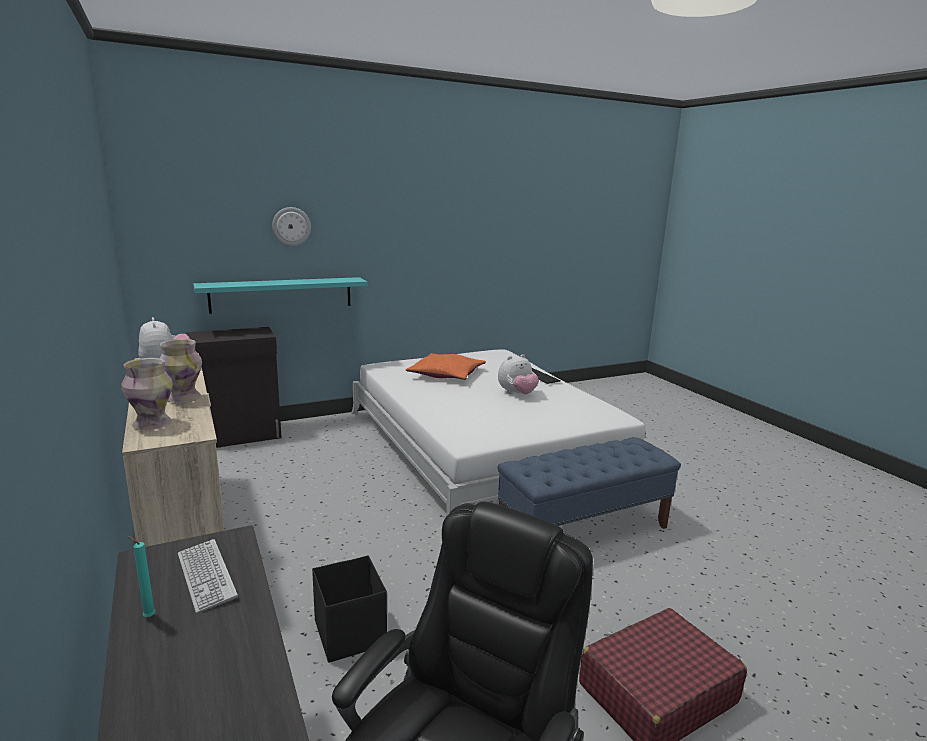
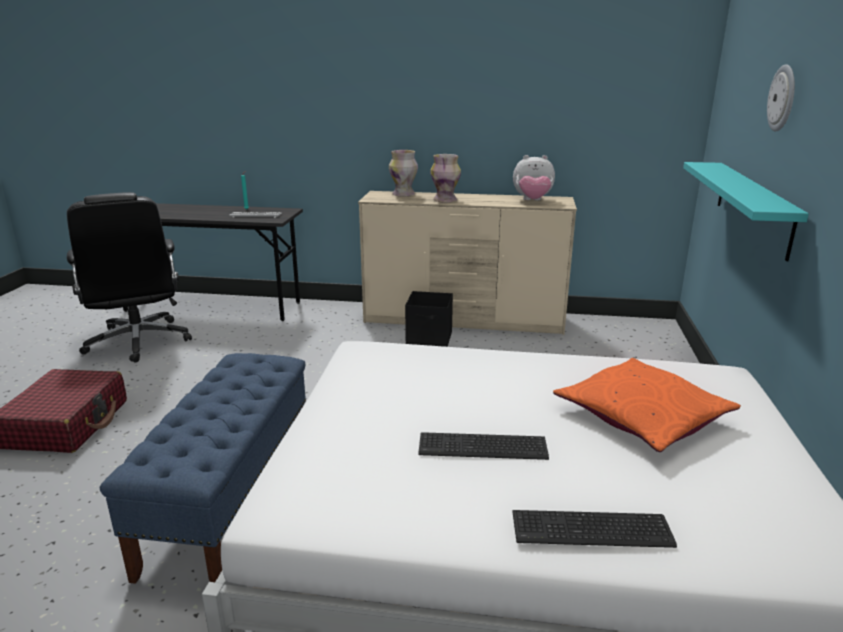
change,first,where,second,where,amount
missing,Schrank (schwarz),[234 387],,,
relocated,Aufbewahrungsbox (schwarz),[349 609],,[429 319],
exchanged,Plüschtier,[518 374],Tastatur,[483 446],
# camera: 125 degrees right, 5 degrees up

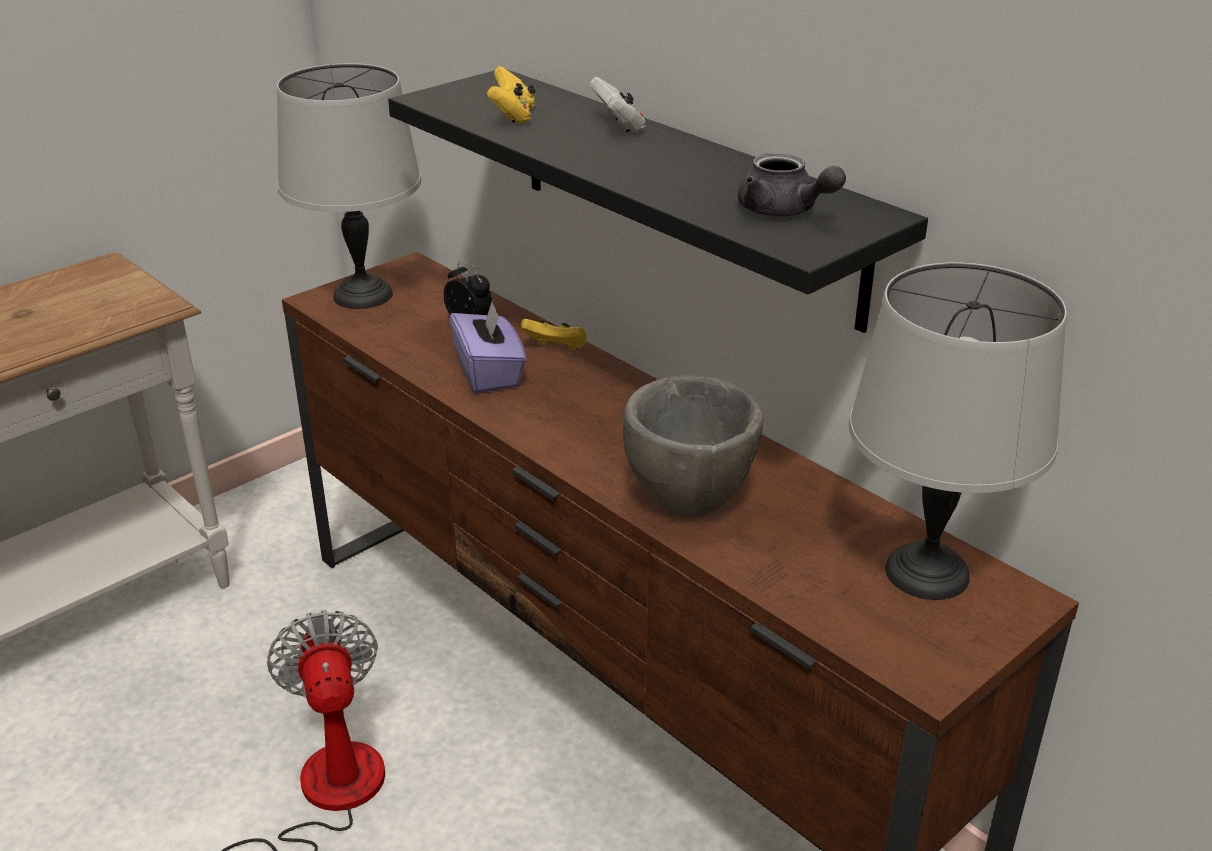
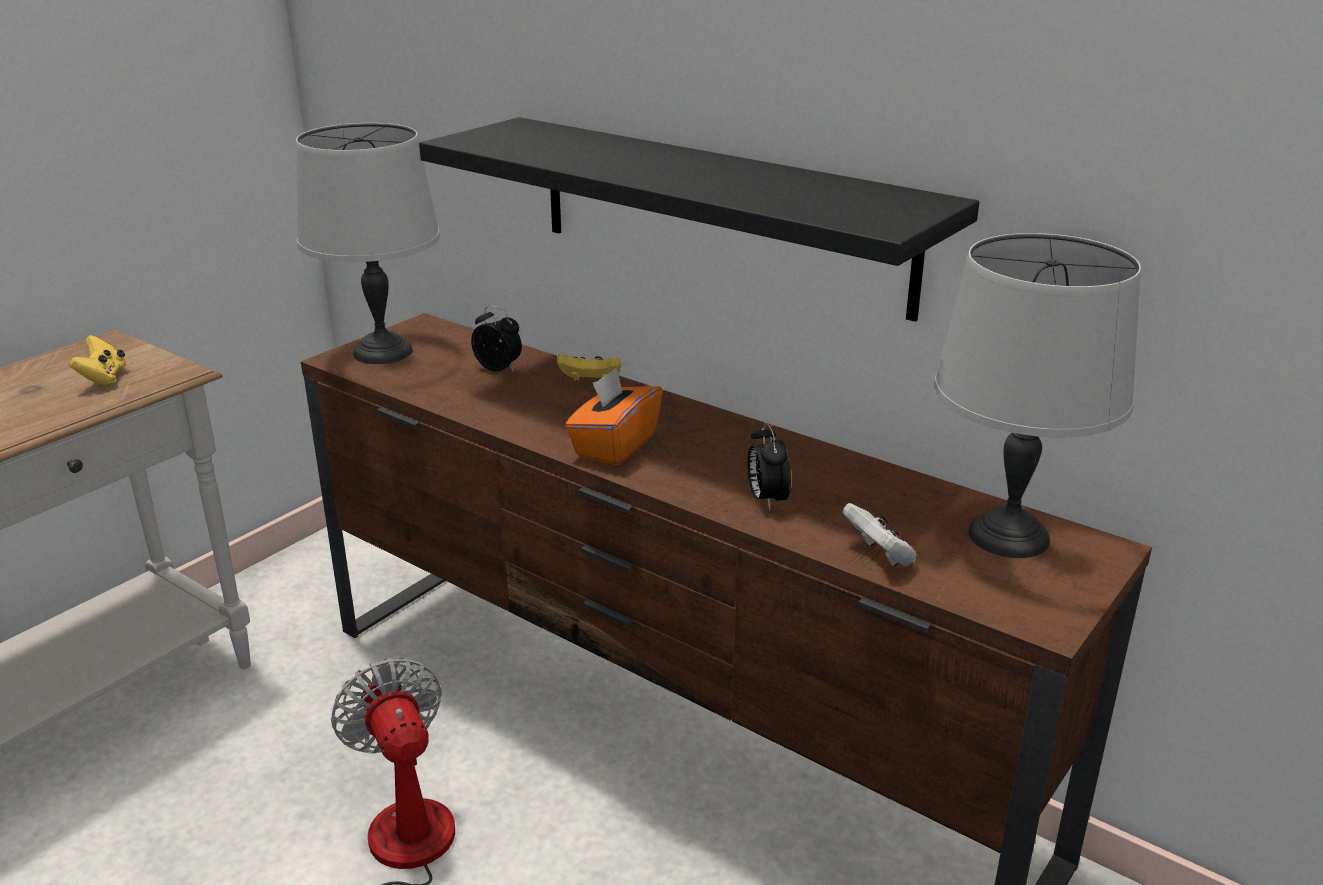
change,first,where,second,where,amount
missing,Taschentuchbox (lila),[487 346],,,
missing,Teekanne (grau),[792 184],,,
appeared,,,Taschentuchbox (orange),[614 416],
relocated,Gamepad (gelb),[511 95],,[97 360],
relocated,Gamepad (weiß),[618 105],,[879 534],
exchanged,Schüssel (grau),[693 446],Wecker,[769 466],
# camera: 10 degrees left, 5 degrees down

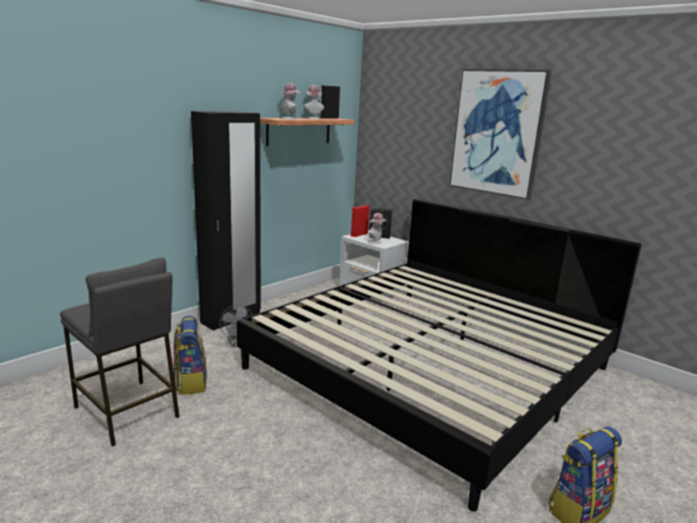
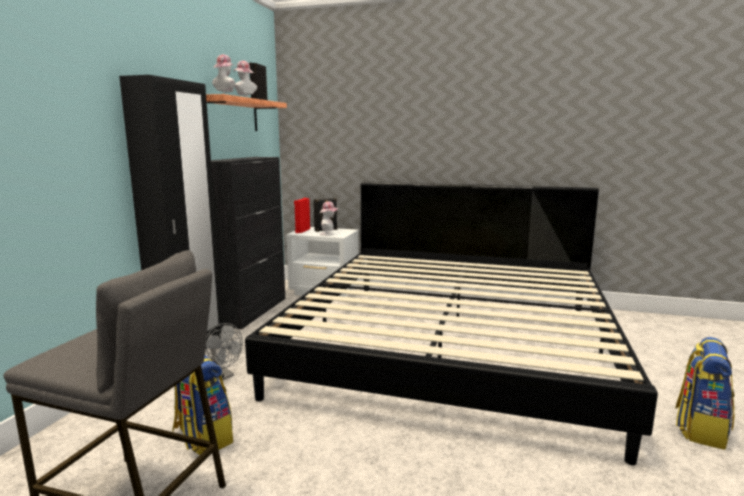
change,first,where,second,where,amount
missing,Bild,[500 134],,,
appeared,,,Schrank (schwarz),[248 243],
# camera: 25 degrees left, 5 degrees down

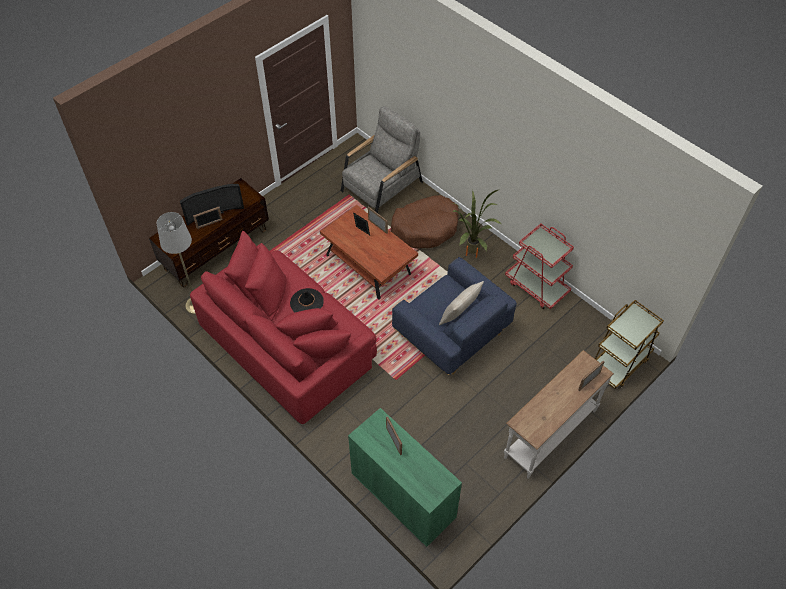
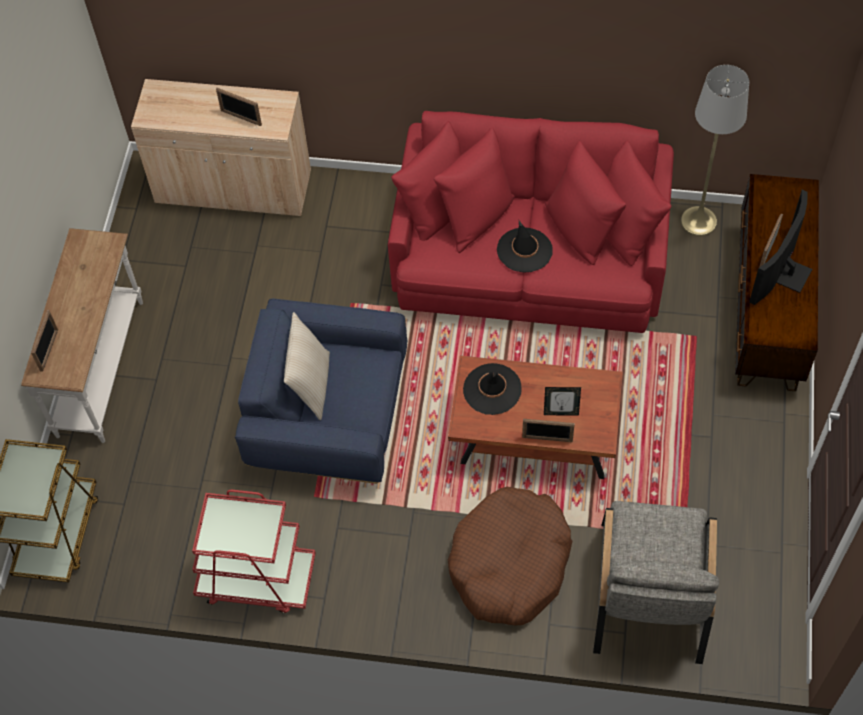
change,first,where,second,where,amount
missing,Topfpflanze,[476 224],,,
appeared,,,Hut (schwarz),[492 389],
colour,Schrank (grün),[405 477],Schrank (beige),[221 147],
# camera: 145 degrees right, 5 degrees up

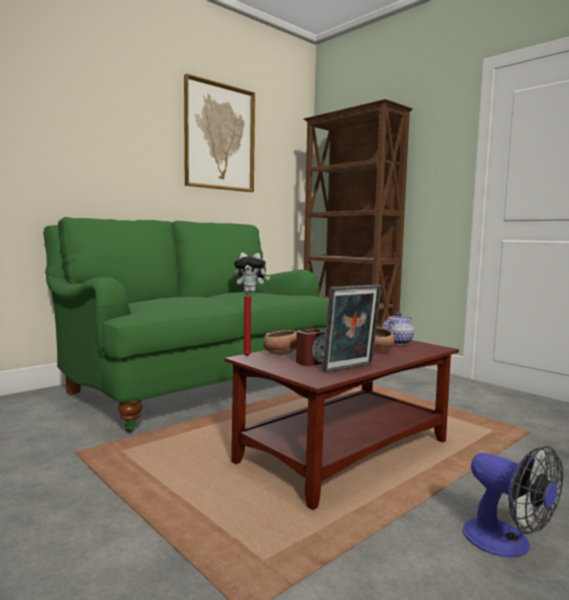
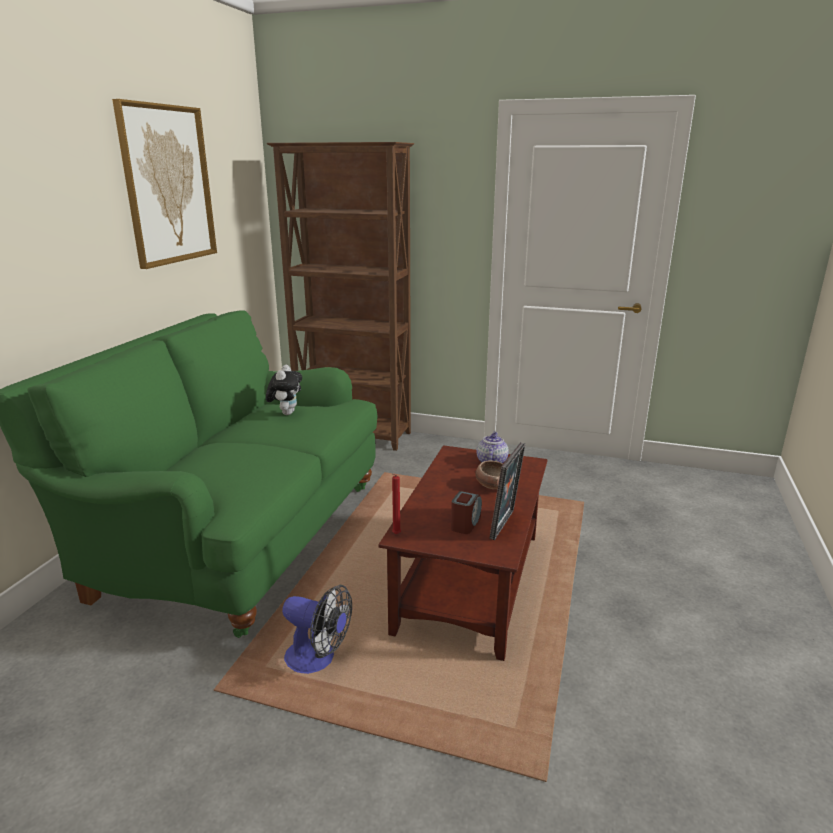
change,first,where,second,where,amount
missing,Schüssel,[280 342],,,
relocated,Ventilator,[513 501],,[317 629],
spun,Plüschtier,[252 272],,[284 390],60 degrees counterclockwise
# camera: 30 degrees left, 15 degrees up

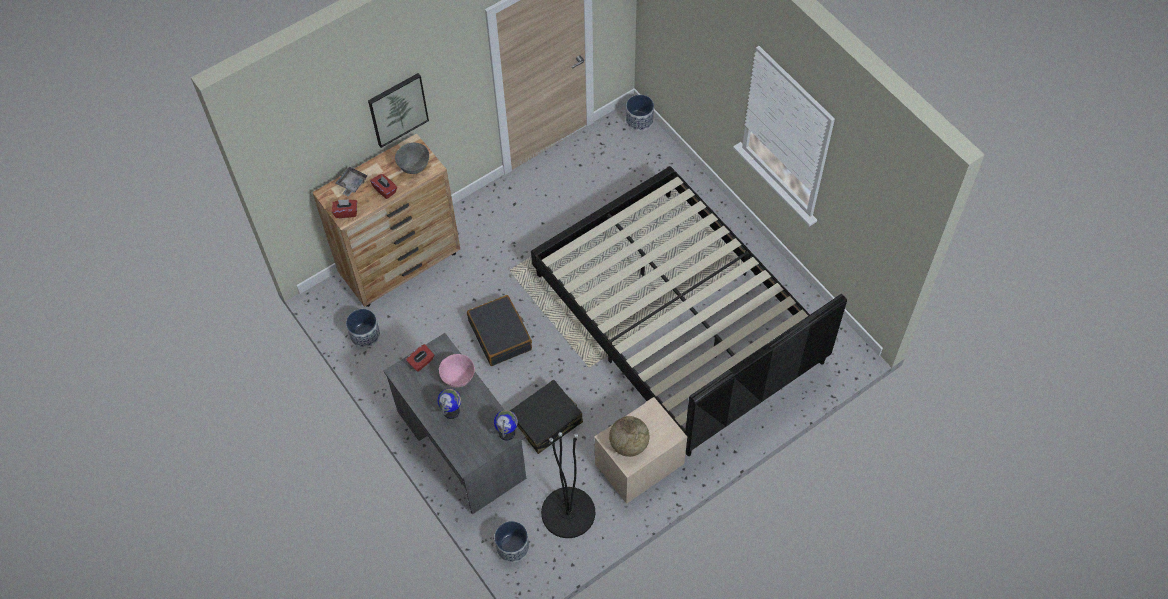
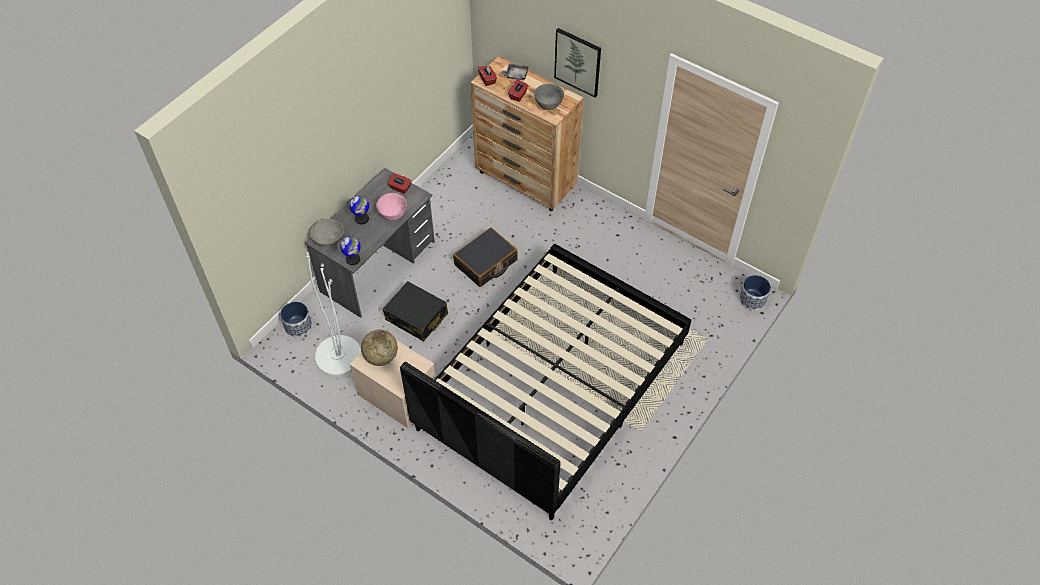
change,first,where,second,where,amount
missing,Pflanzkübel,[363 328],,,
appeared,,,Schüssel (grau),[327 232],
colour,Stehlampe (schwarz),[568 485],Stehlampe (weiß),[333 313],
# camera: 70 degrees right, 5 degrees down

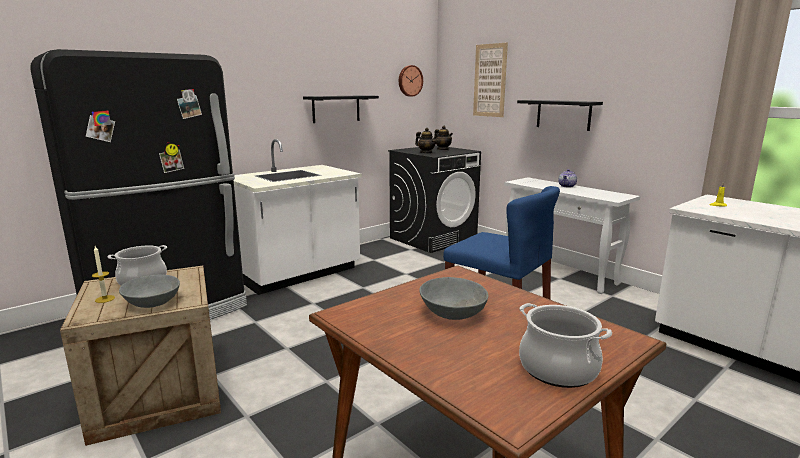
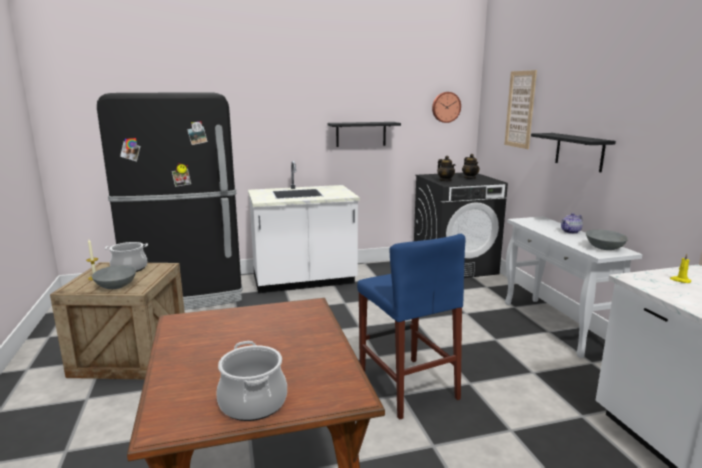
change,first,where,second,where,amount
relocated,Schüssel (grau),[453 298],,[607 239],
# camera: 25 degrees right, 0 degrees up

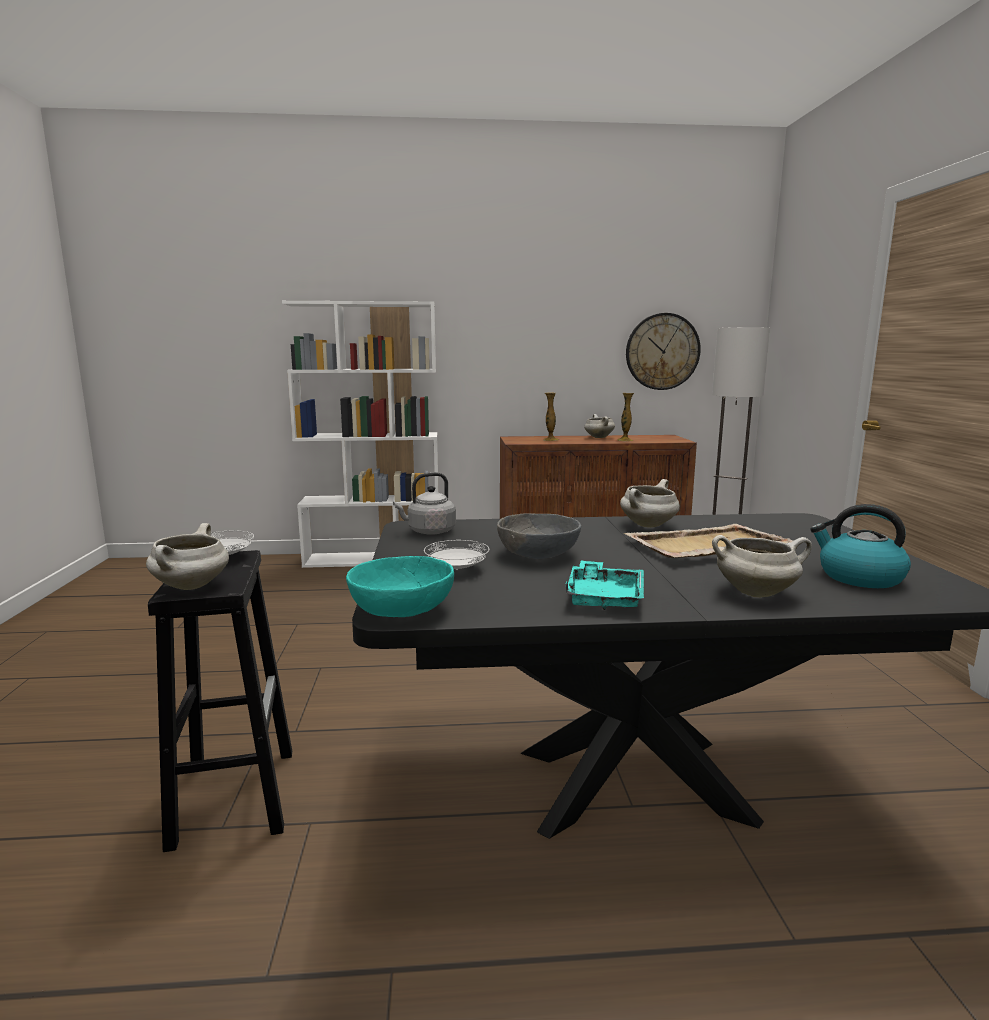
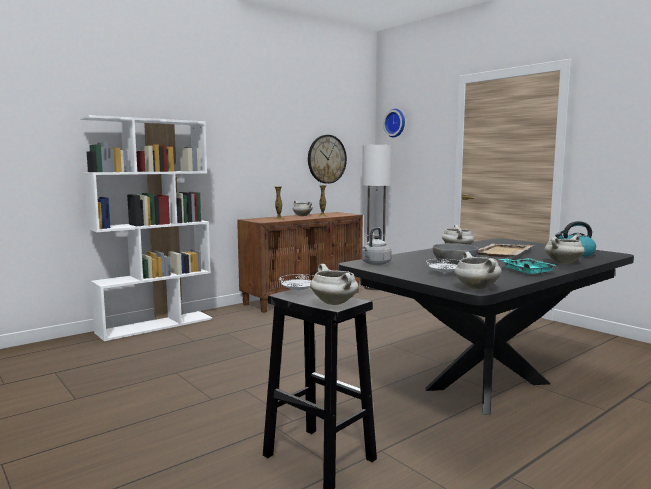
change,first,where,second,where,amount
appeared,,,Wanduhr,[394 123],
exchanged,Schüssel (türkis),[400 586],Kochtopf (weiß),[478 270],
# camera: 35 degrees left, 5 degrees down

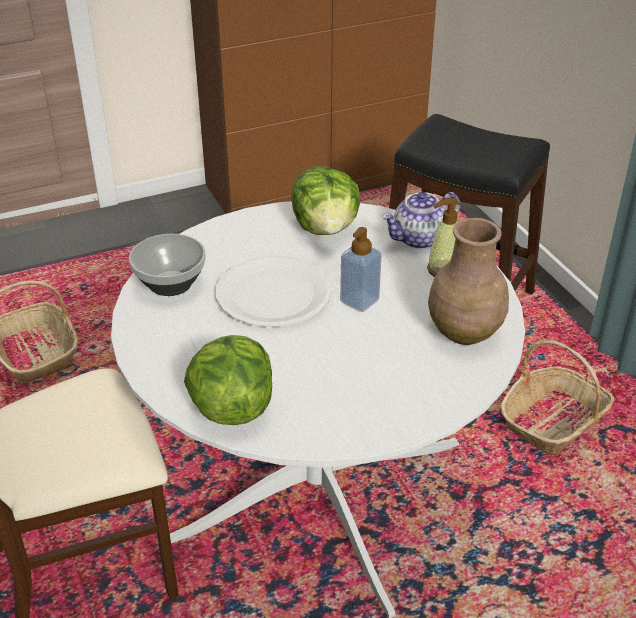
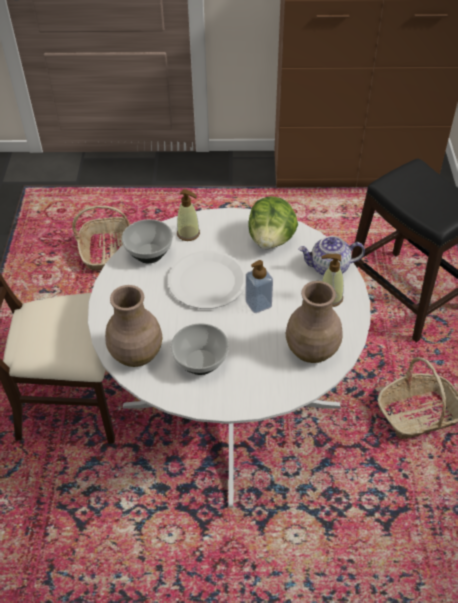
change,first,where,second,where,amount
appeared,,,Schüssel,[200 349],
appeared,,,Seifenspender,[188 215],
exchanged,Salatkopf,[228 380],Vase (braun),[133 326],
# camera: 25 degrees right, 10 degrees up

